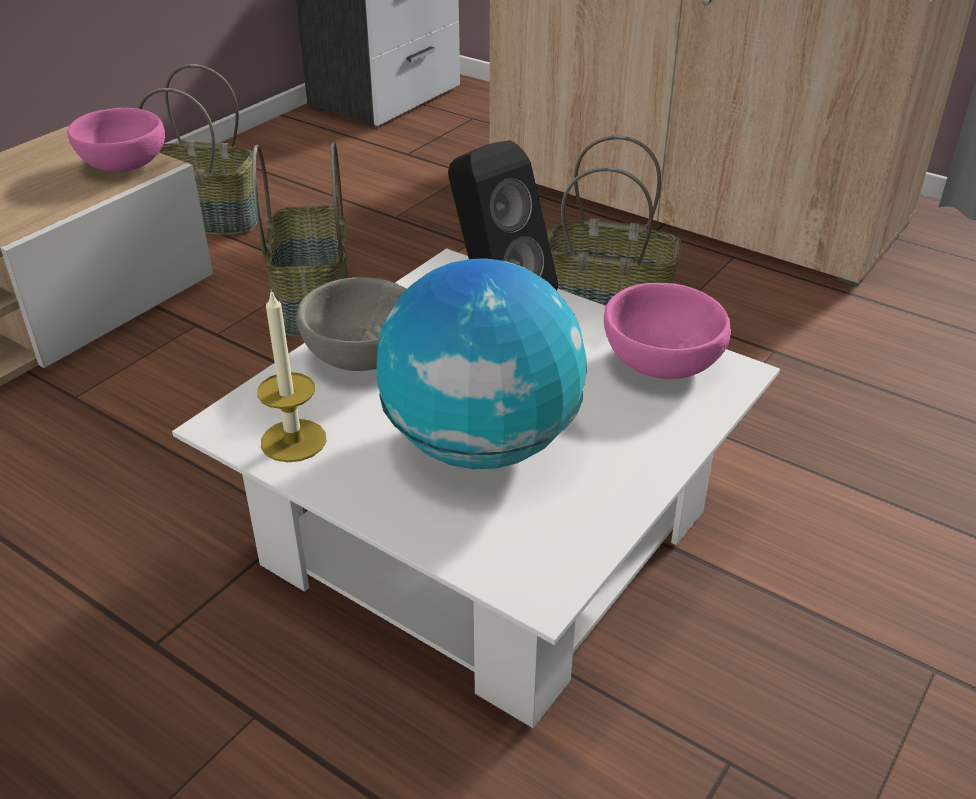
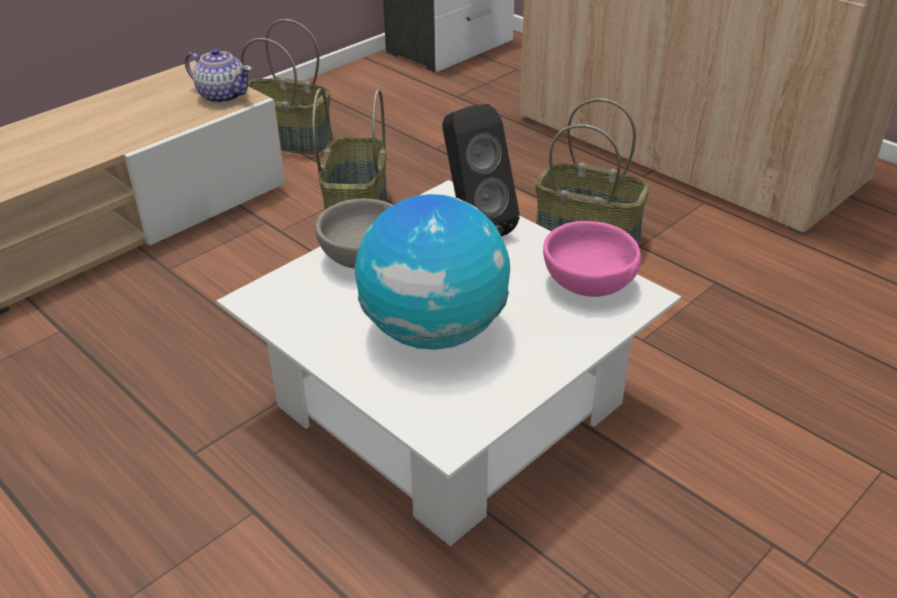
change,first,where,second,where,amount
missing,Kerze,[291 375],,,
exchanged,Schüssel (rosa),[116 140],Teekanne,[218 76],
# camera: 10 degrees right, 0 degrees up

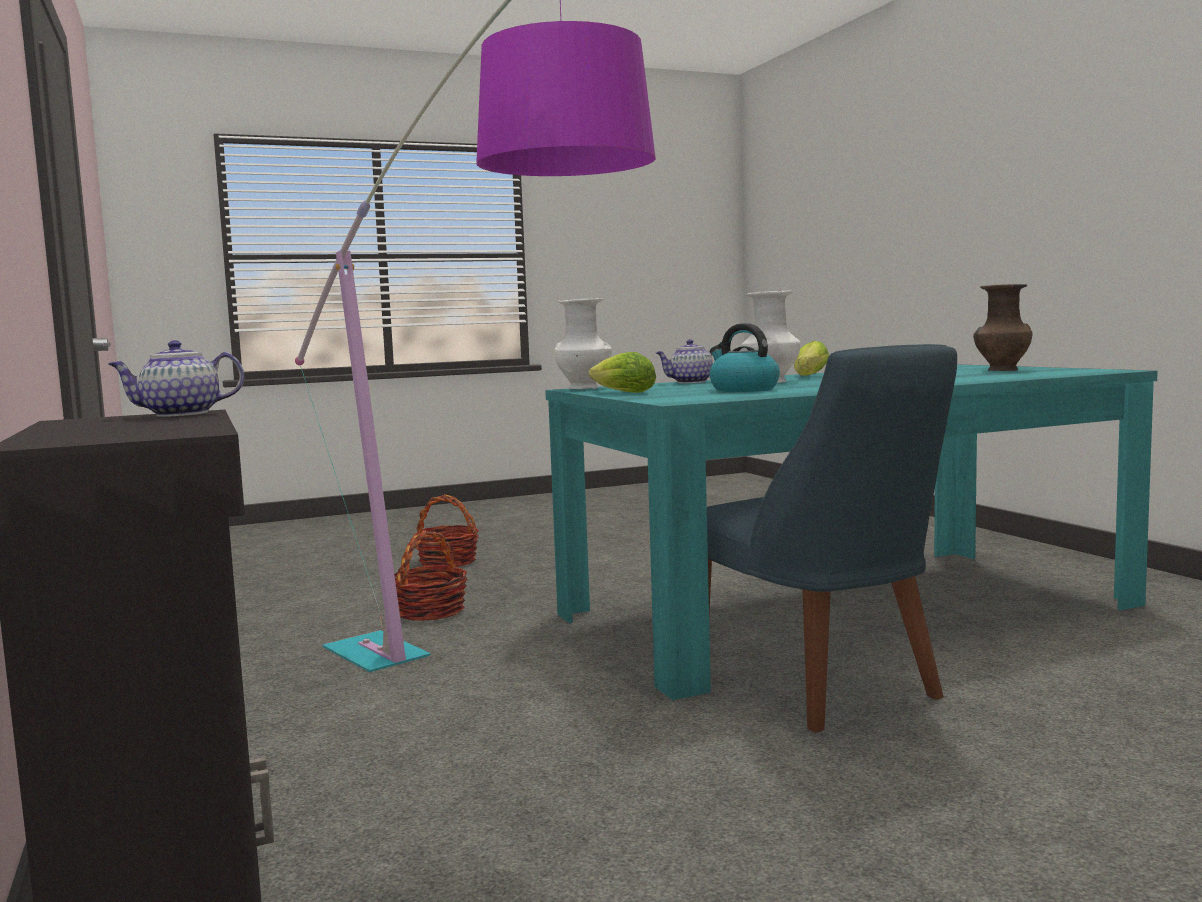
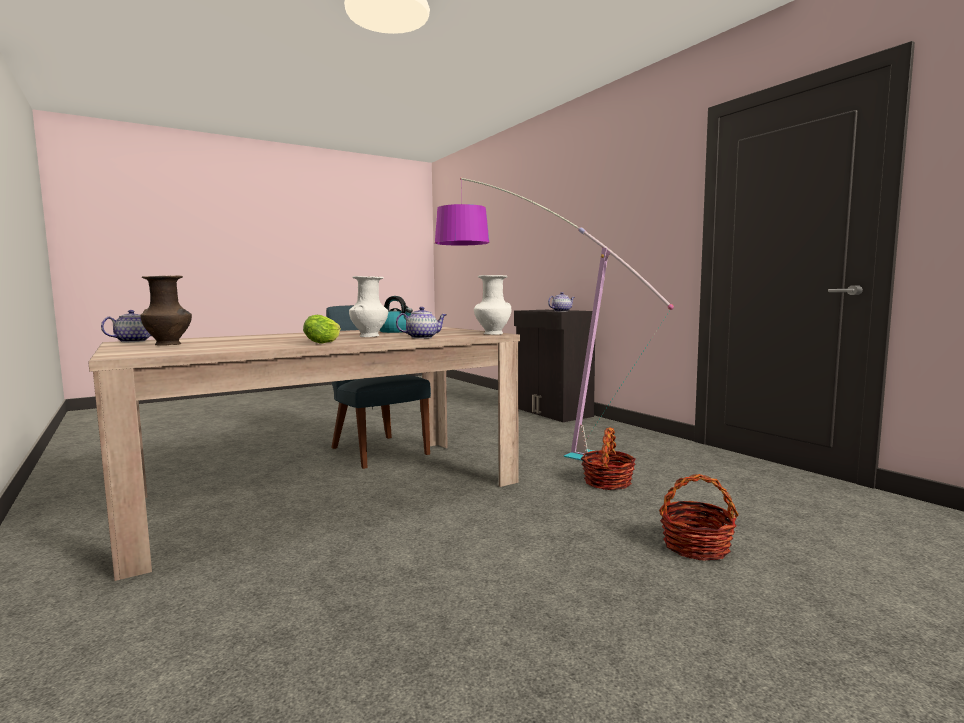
change,first,where,second,where,amount
missing,Salatkopf,[622 372],,,
appeared,,,Teekanne,[126 326],
colour,Esstisch (türkis),[851 532],Esstisch (beige),[304 454],
# camera: 170 degrees right, 0 degrees up

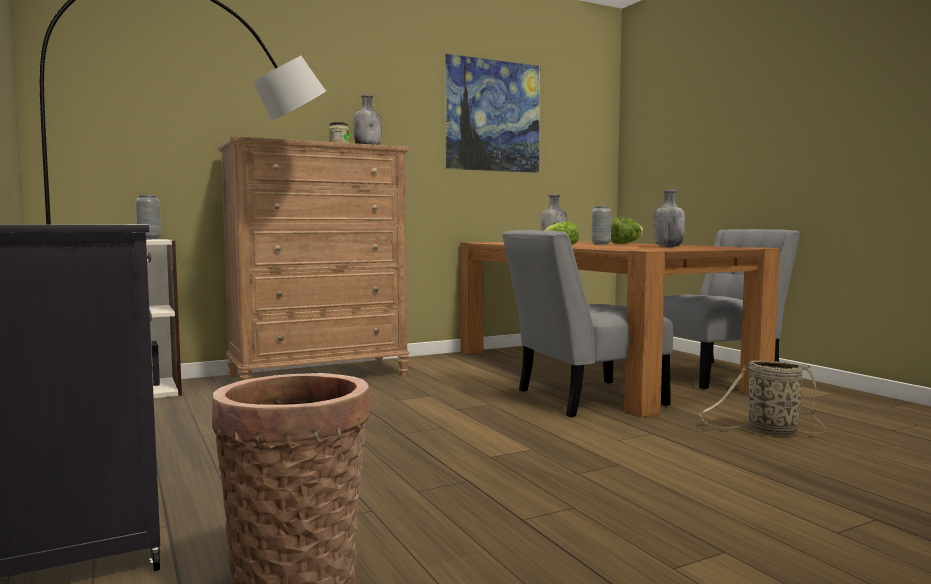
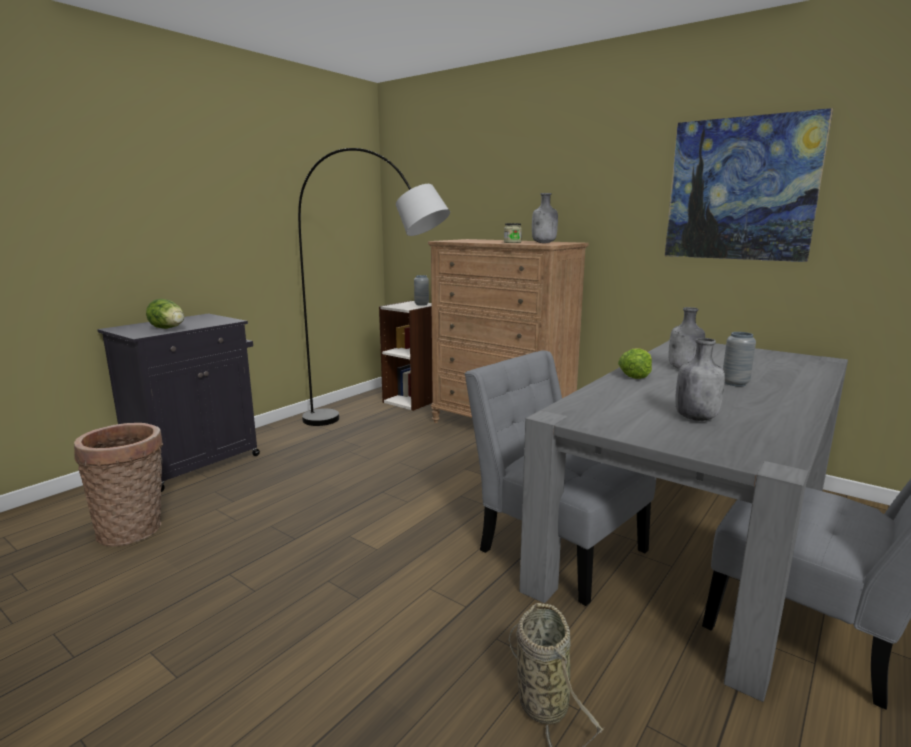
change,first,where,second,where,amount
relocated,Salatkopf,[627 230],,[165 314],
colour,Esstisch (braun),[620 329],Esstisch (grau),[683 521],
# camera: 65 degrees right, 10 degrees up

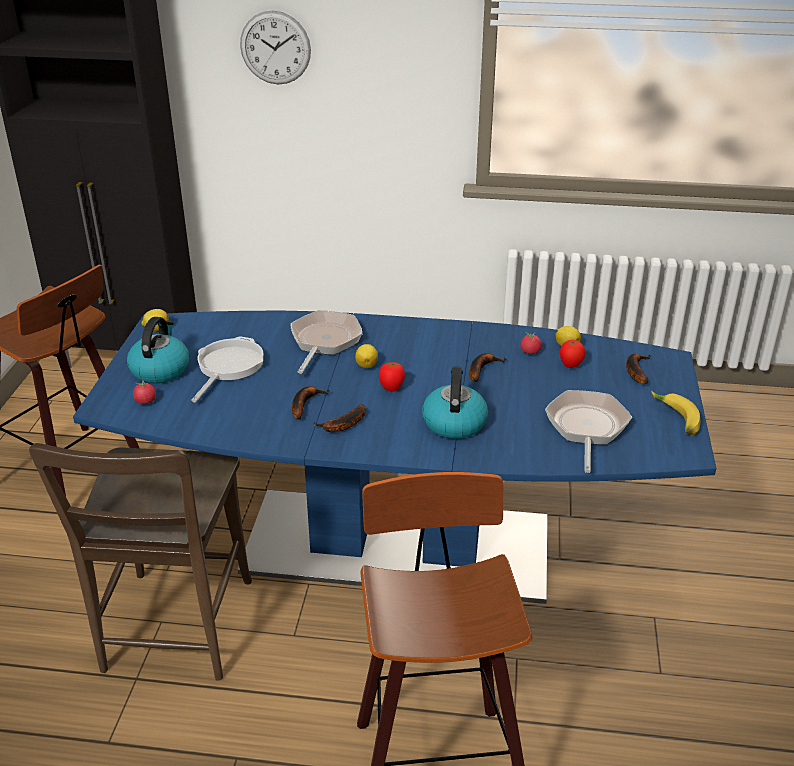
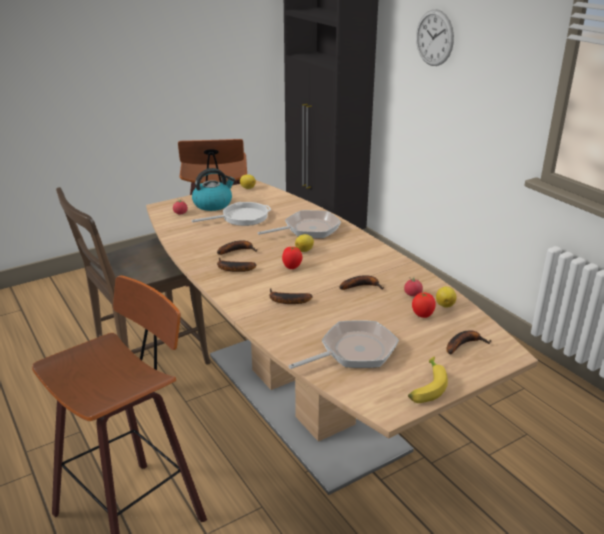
change,first,where,second,where,amount
exchanged,Wasserkessel,[455 402],Banane,[291 296],
colour,Esstisch (blau),[394 457],Esstisch (braun),[342 337],
# camera: 50 degrees right, 5 degrees down

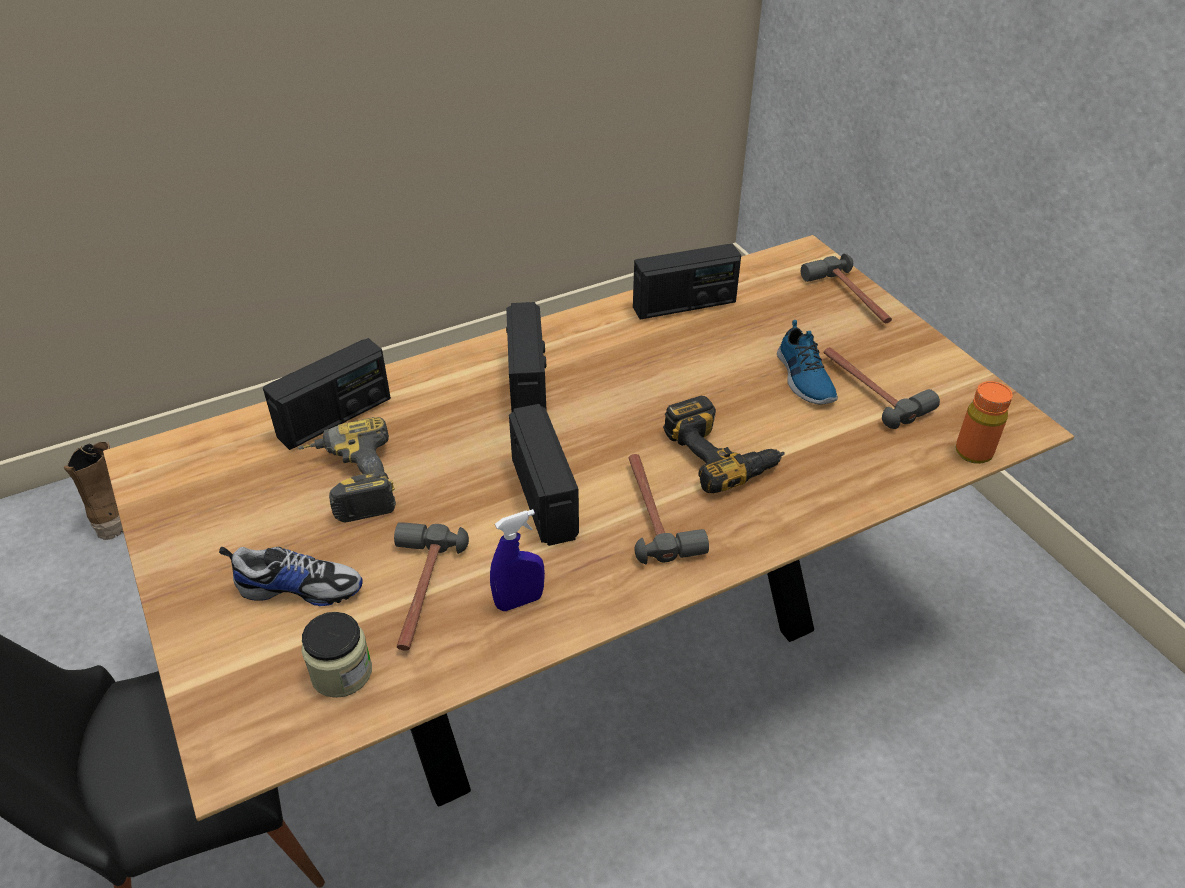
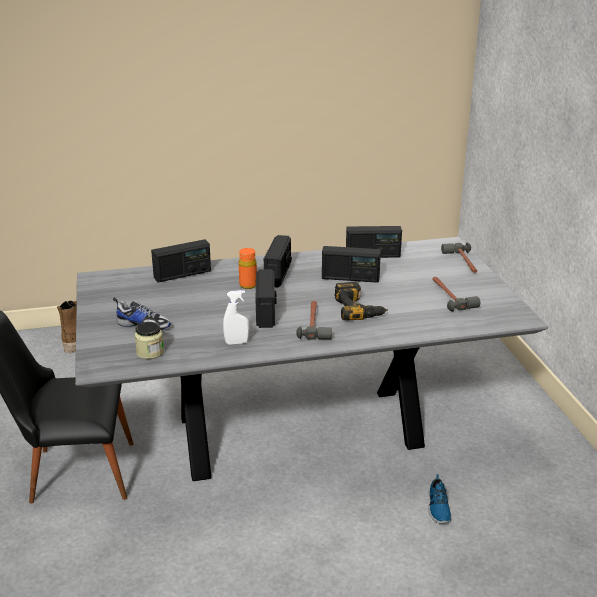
change,first,where,second,where,amount
missing,Bohrmaschine,[346 470],,,
missing,Hammer,[431 586],,,
appeared,,,Radio,[351 264],
relocated,Schuh,[807 362],,[440 499],
relocated,Flasche (orange),[984 422],,[248 268],
colour,Esstisch (braun),[588 528],Esstisch (grau),[311 359],
colour,Sprühflasche (blau),[517 560],Sprühflasche (weiß),[236 317],
# camera: 15 degrees right, 15 degrees down

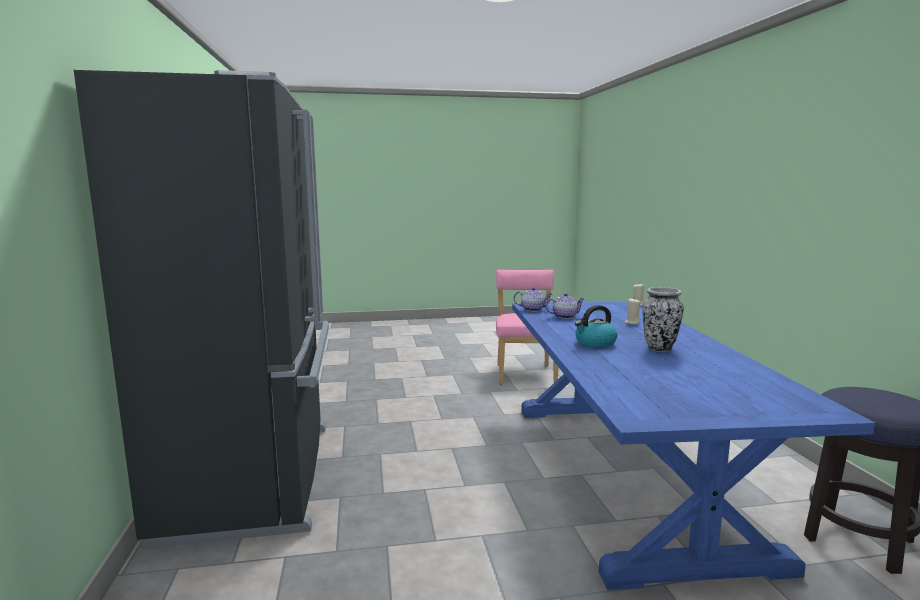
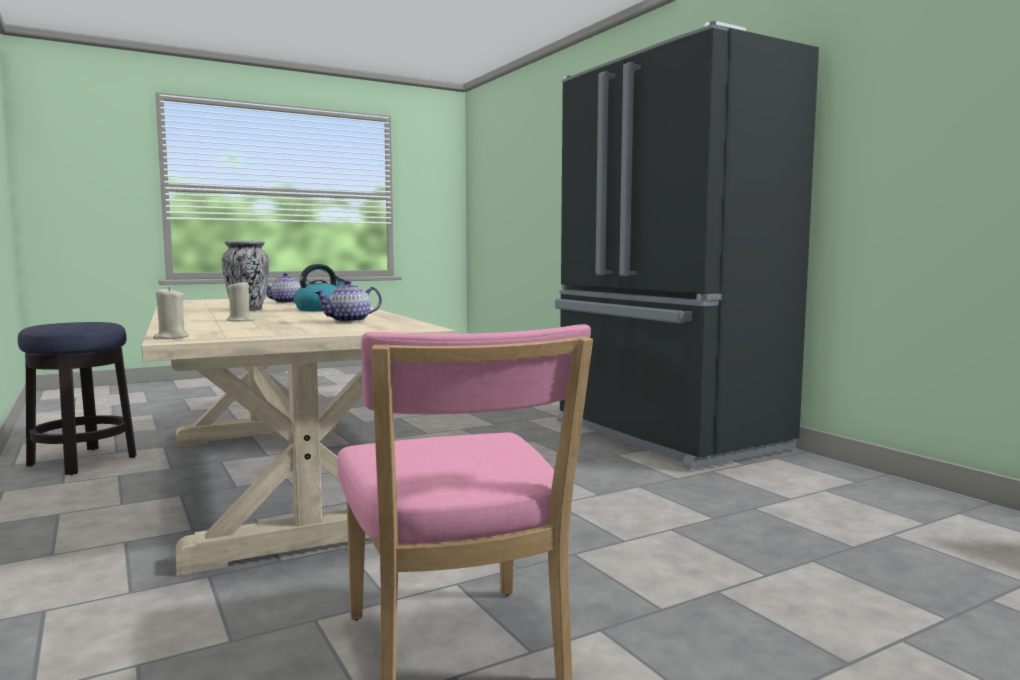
change,first,where,second,where,amount
relocated,Teekanne,[533 299],,[288 288],
colour,Esstisch (blau),[693 445],Esstisch (beige),[298 437],
# camera: 160 degrees right, 5 degrees down

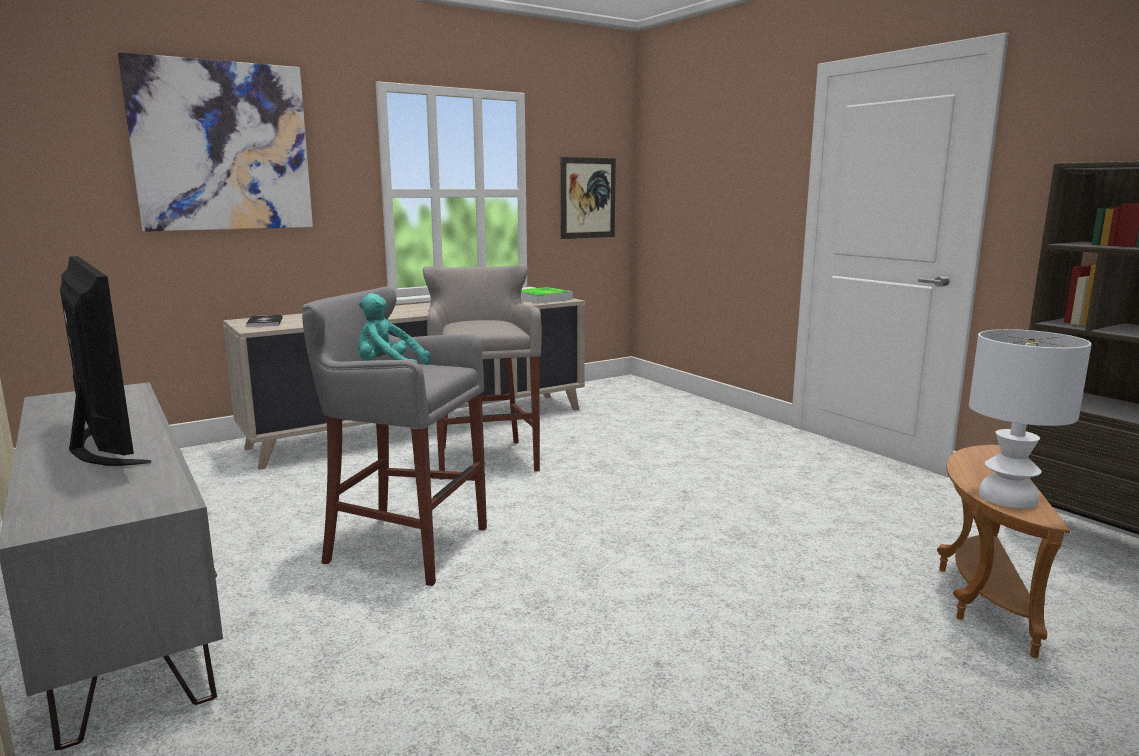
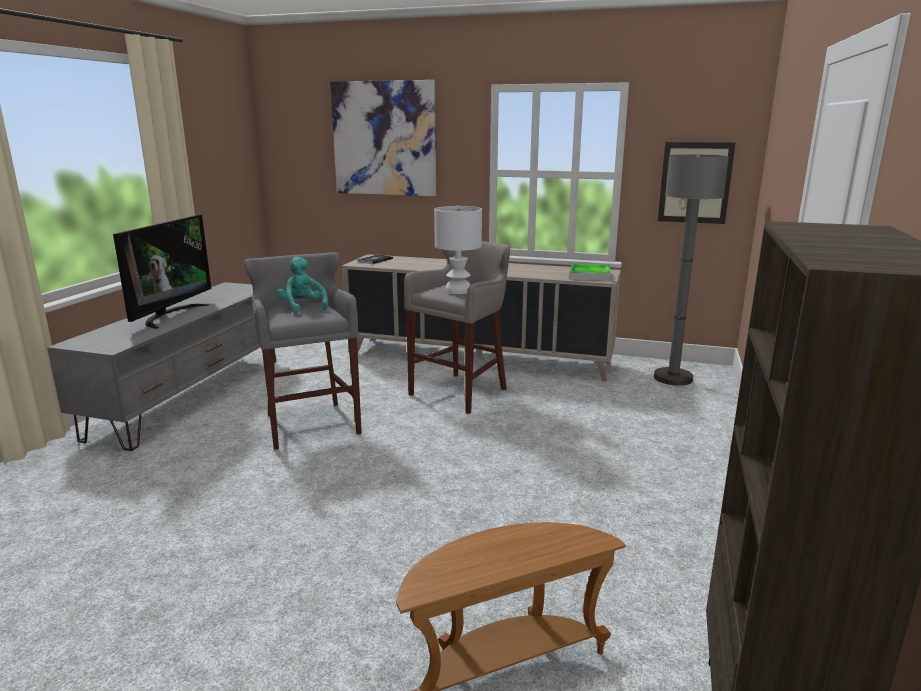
change,first,where,second,where,amount
appeared,,,Stehlampe (grau),[691 270],
relocated,Tischlampe (weiß),[1030 419],,[458 250],
# camera: 50 degrees right, 5 degrees up

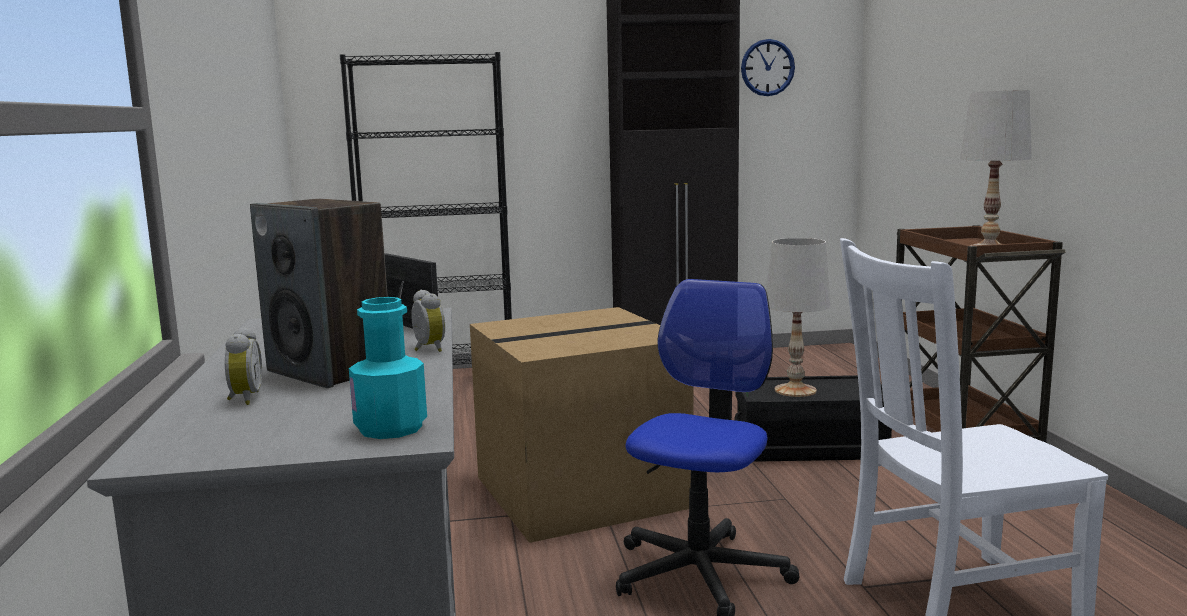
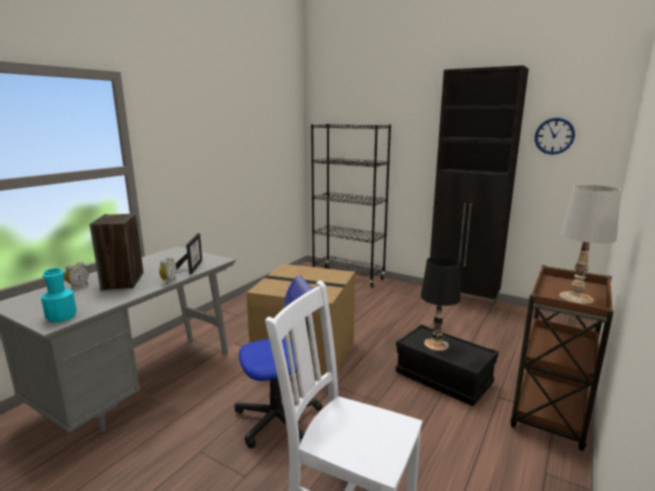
change,first,where,second,where,amount
colour,Tischlampe (weiß),[798 317],Tischlampe (schwarz),[440 303],
# camera: 40 degrees right, 5 degrees up

